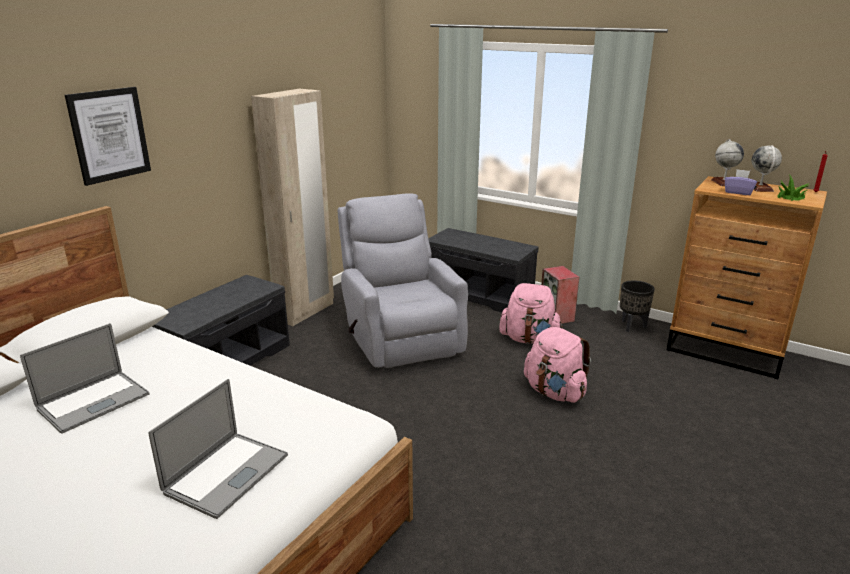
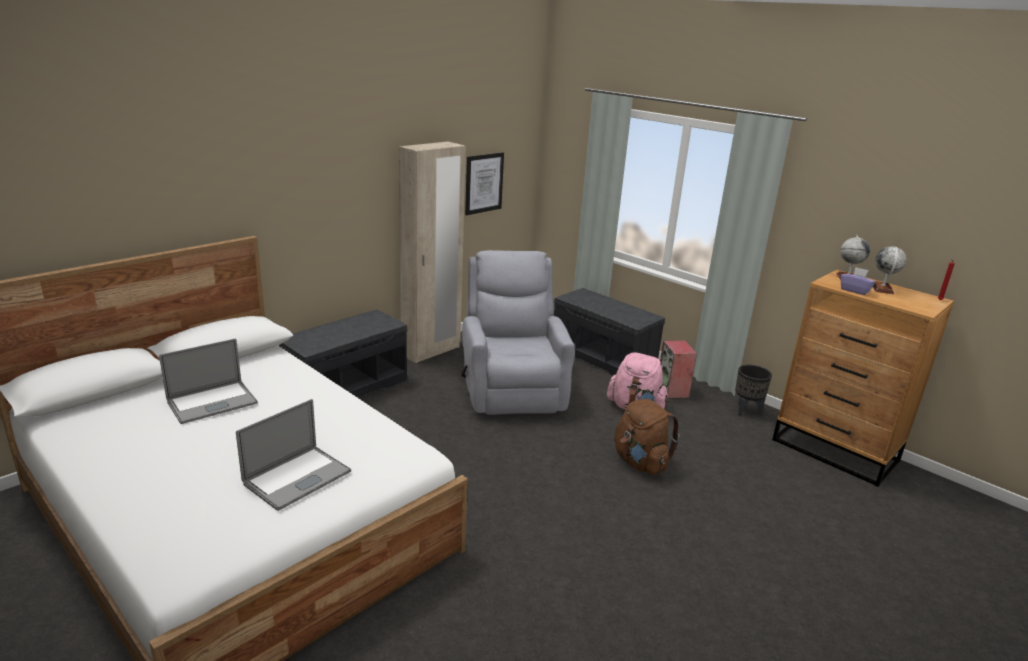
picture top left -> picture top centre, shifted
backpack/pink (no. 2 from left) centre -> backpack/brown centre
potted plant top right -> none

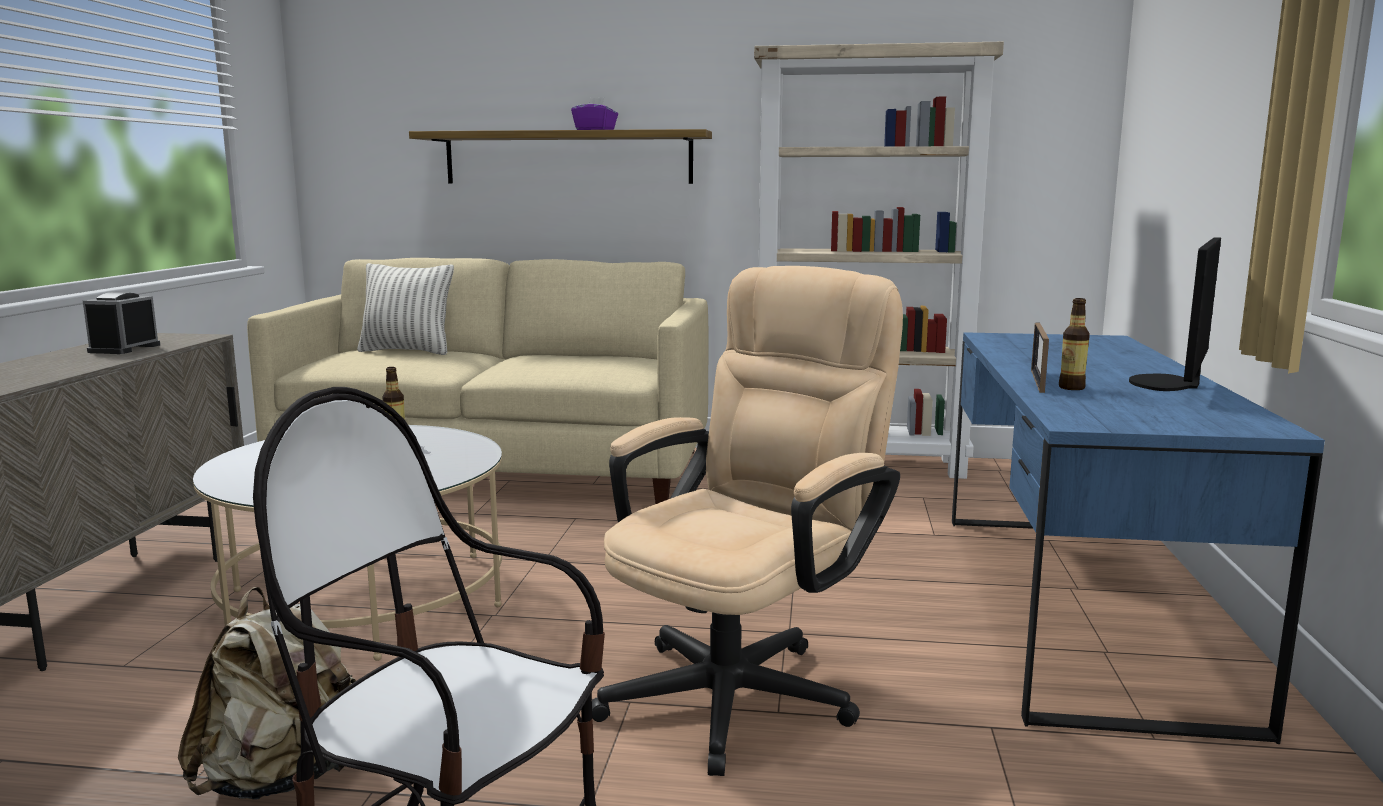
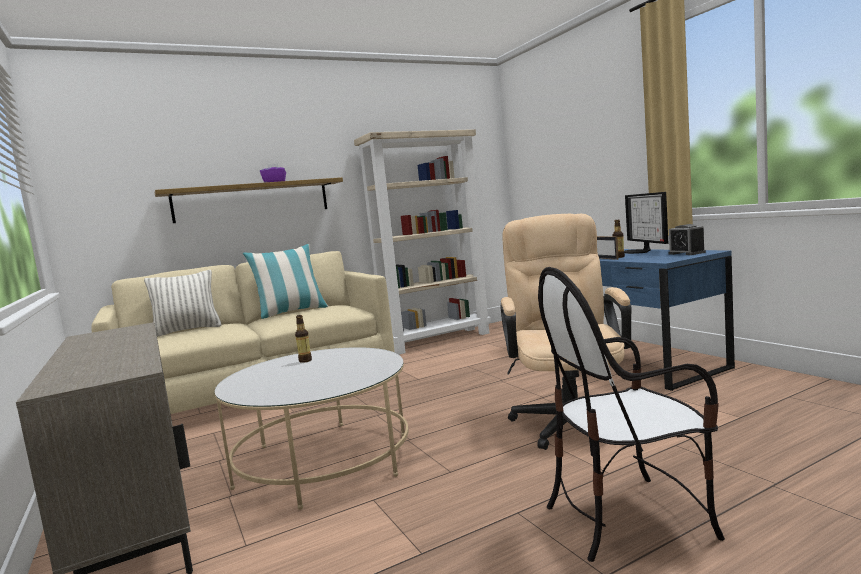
alarm clock middle left -> alarm clock middle right, shifted
backpack/beige bottom left -> none
none -> pillow (no. 2 from left) middle left

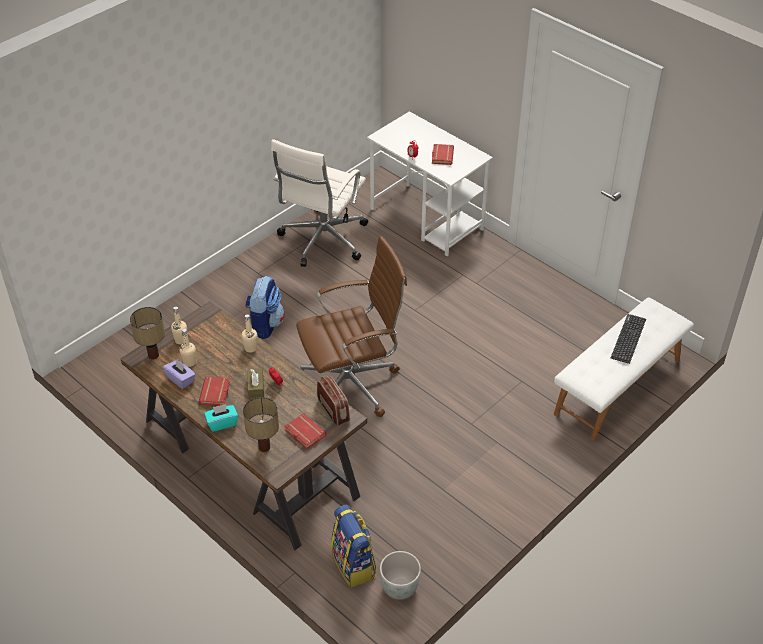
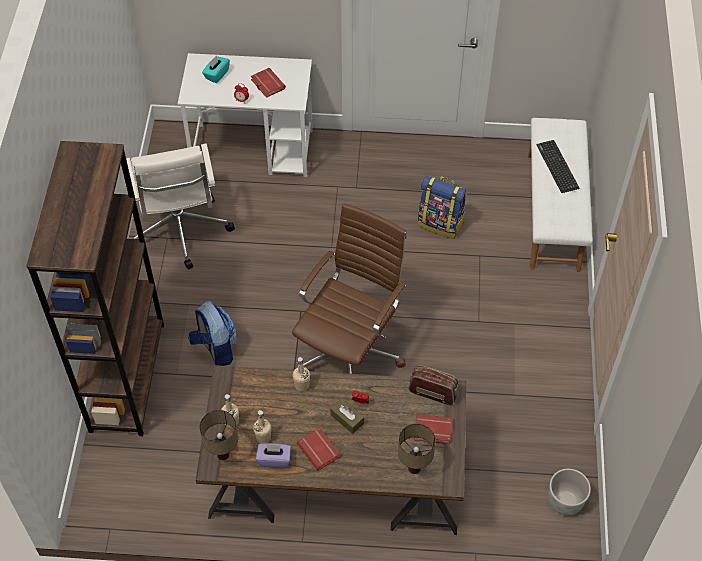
tissue box/turquoise middle left -> tissue box/turquoise top left, shifted
backpack (no. 2 from left) bottom centre -> backpack (no. 2 from left) centre, shifted
none -> bookcase/brown middle left

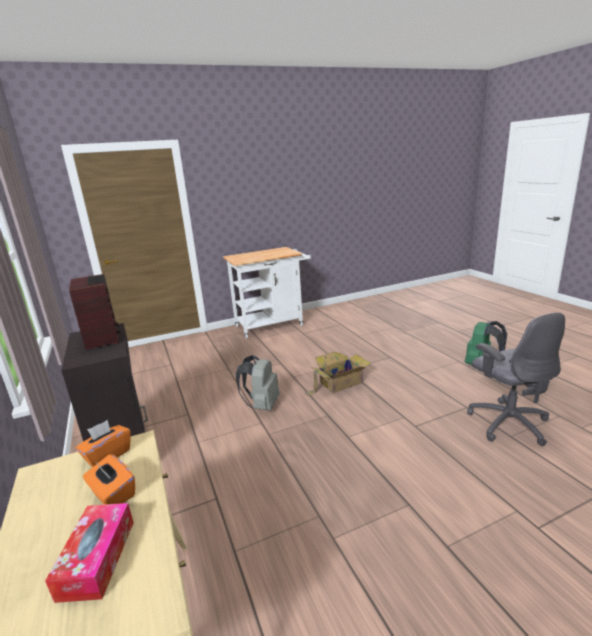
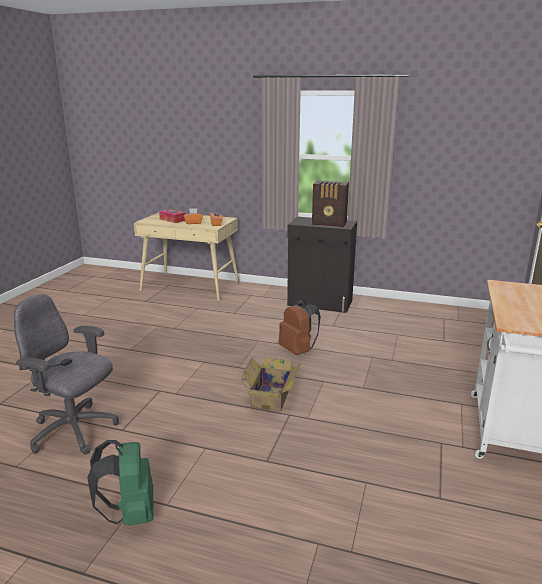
backpack/grey centre -> backpack/brown centre

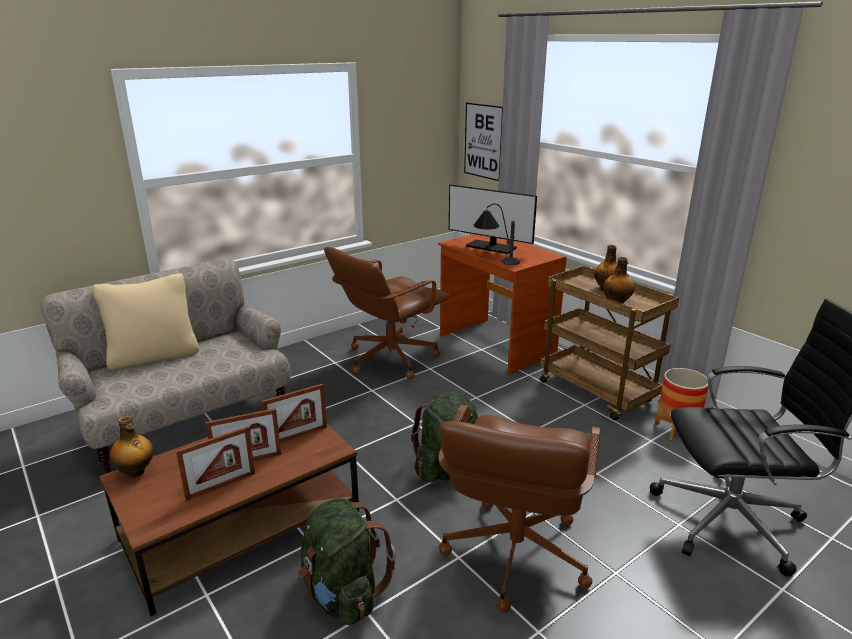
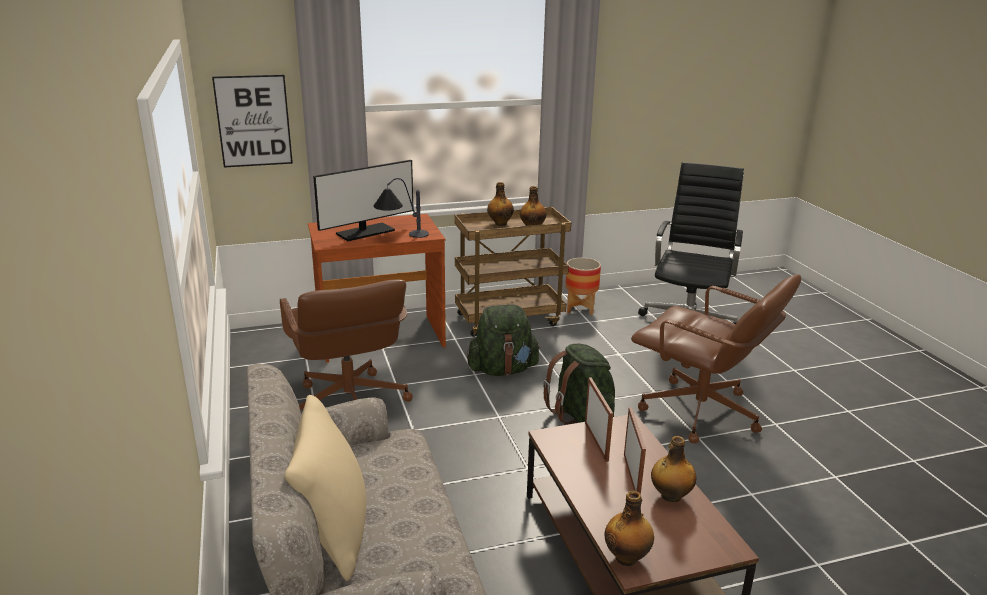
picture frame (no. 1 from left) bottom left -> bottle (no. 4 from left) bottom right
backpack/green (no. 1 from left) bottom centre -> backpack/green (no. 1 from left) centre, shifted

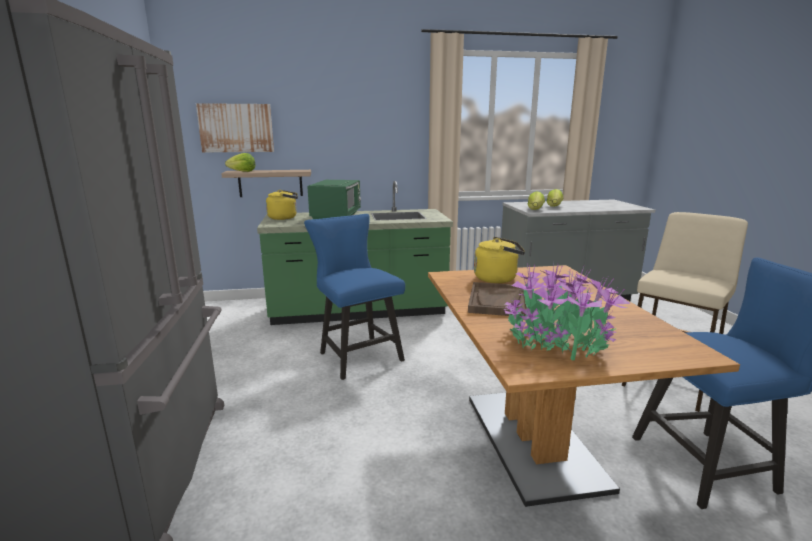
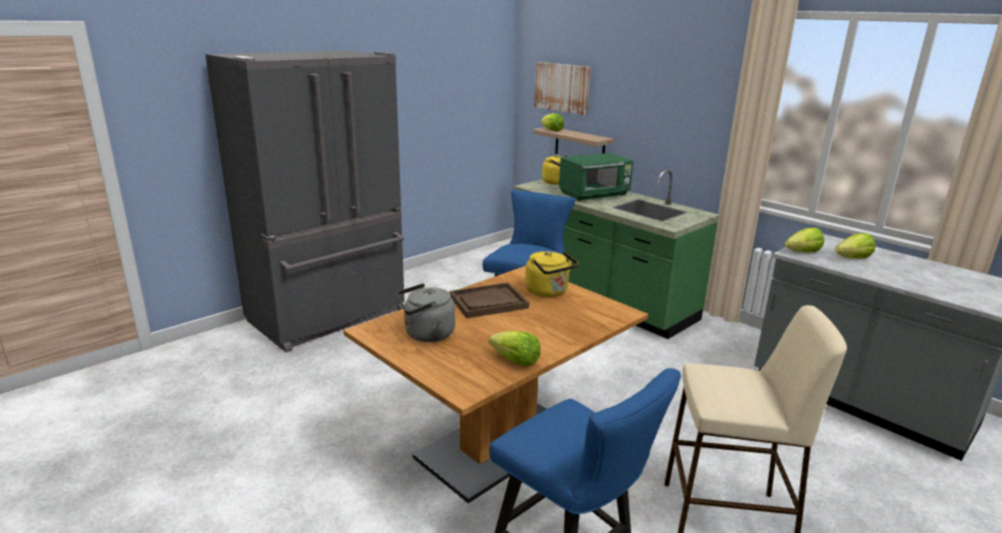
potted plant middle right -> kettle/grey centre
none -> lettuce (no. 1 from left) centre

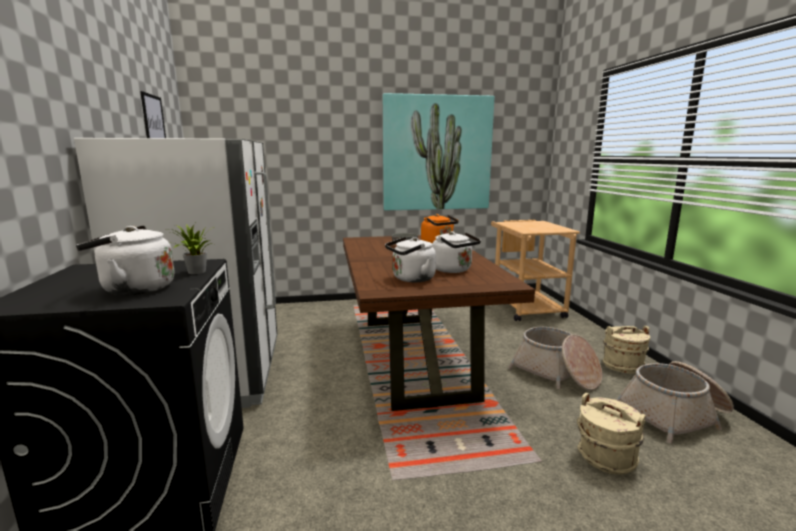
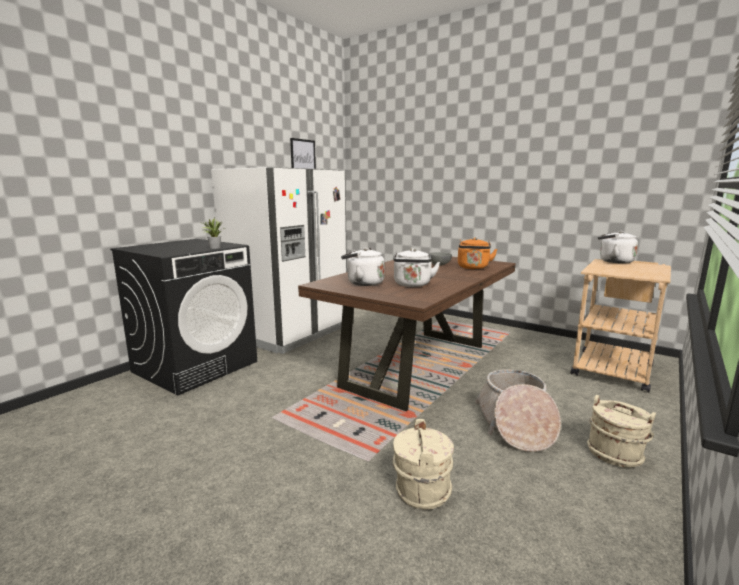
kettle/white (no. 1 from left in the first image) middle left -> kettle/white (no. 3 from left) middle right, shifted
picture (no. 2 from left) top centre -> none
basket (no. 2 from left) bottom right -> none

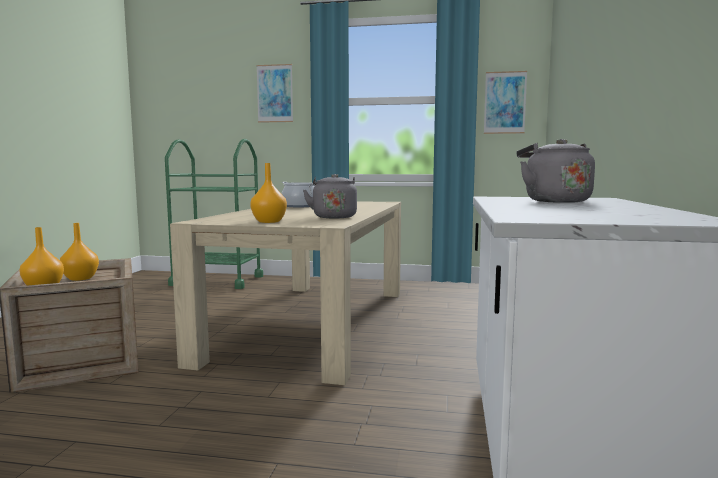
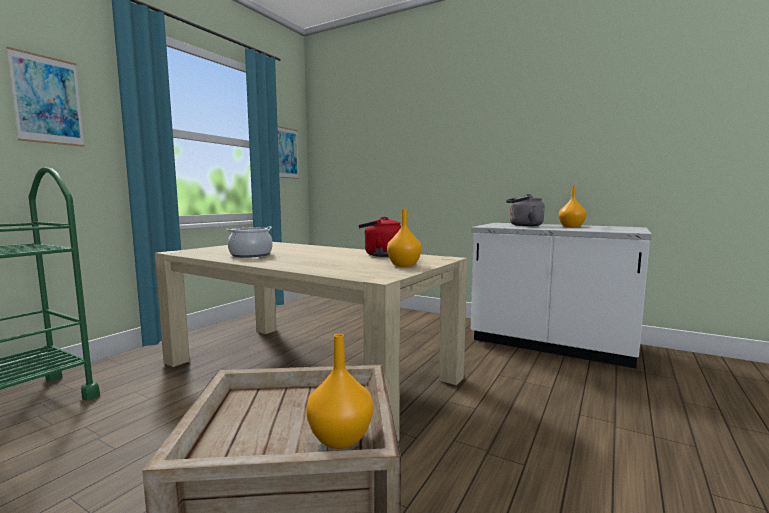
vase/orange (no. 2 from left in the first image) middle left -> vase/orange (no. 3 from left) middle right, shifted
kettle/grey (no. 1 from left) centre -> kettle/red centre

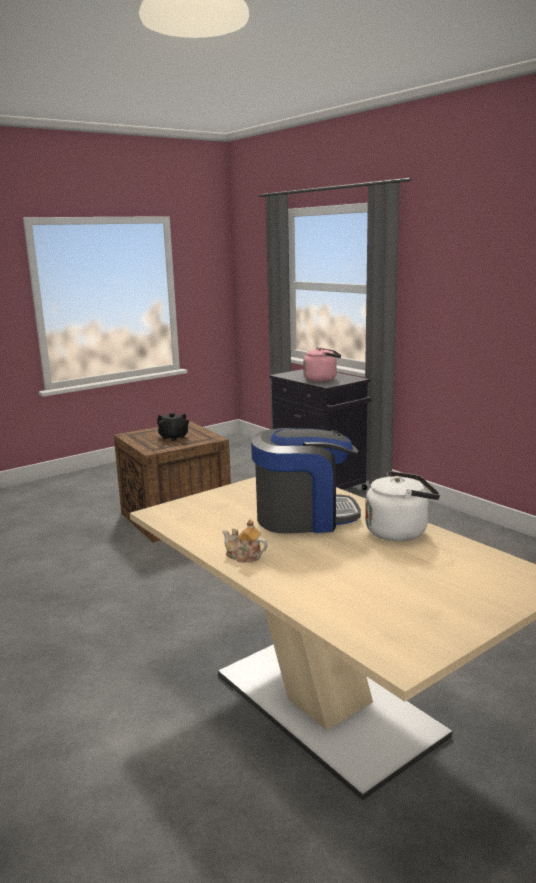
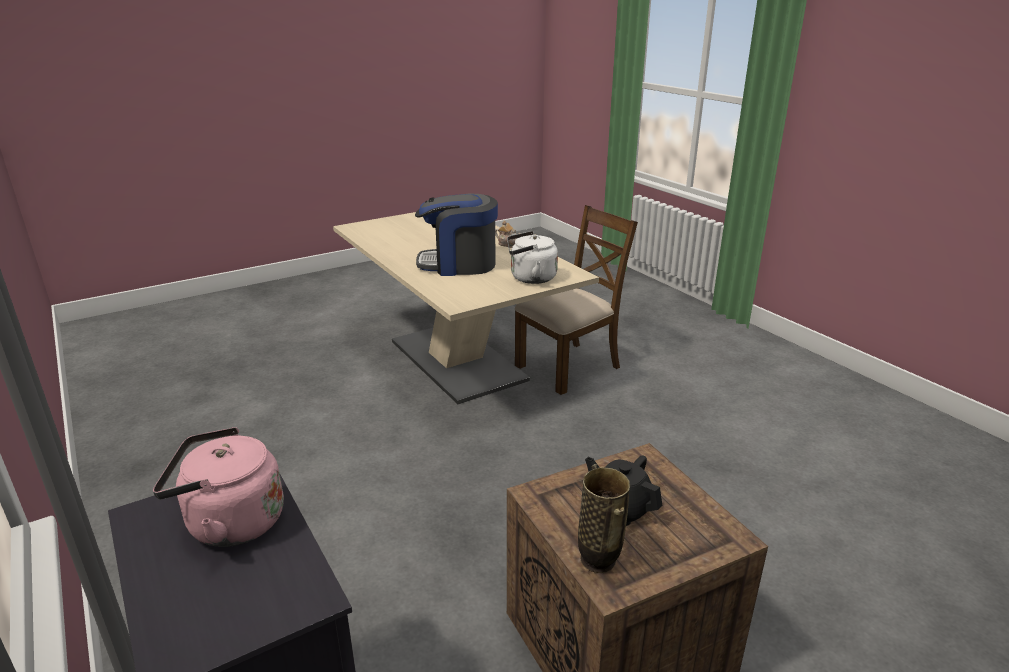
kettle/white middle right -> kettle/white centre, shifted
none -> chair/brown centre
none -> vase bottom centre

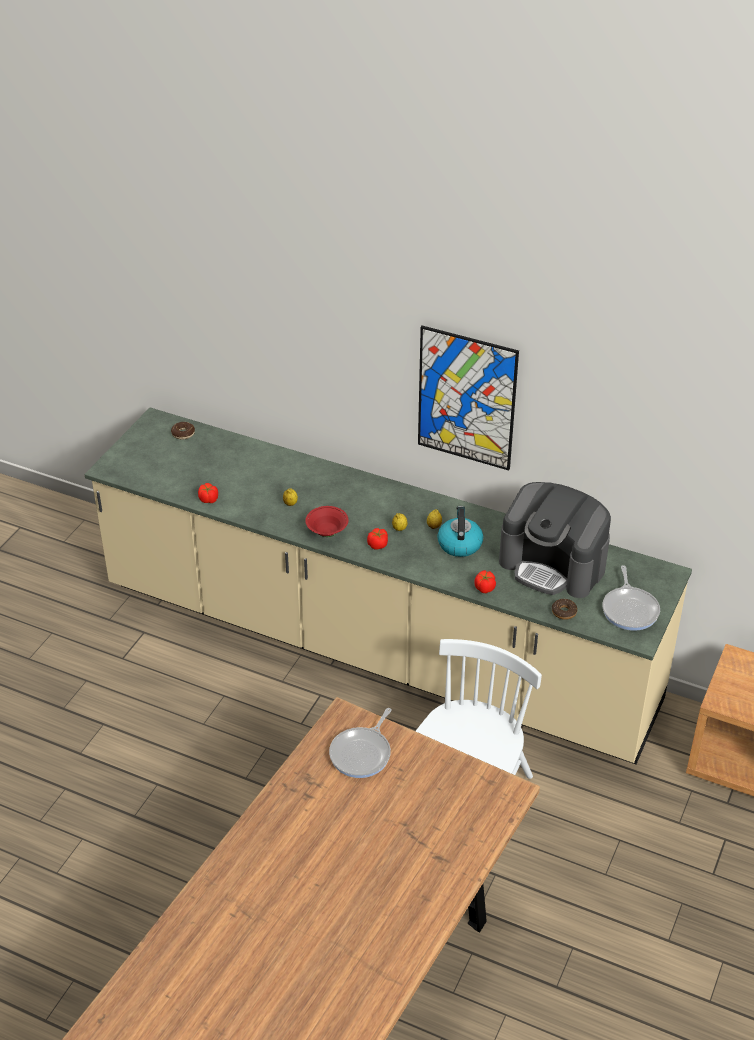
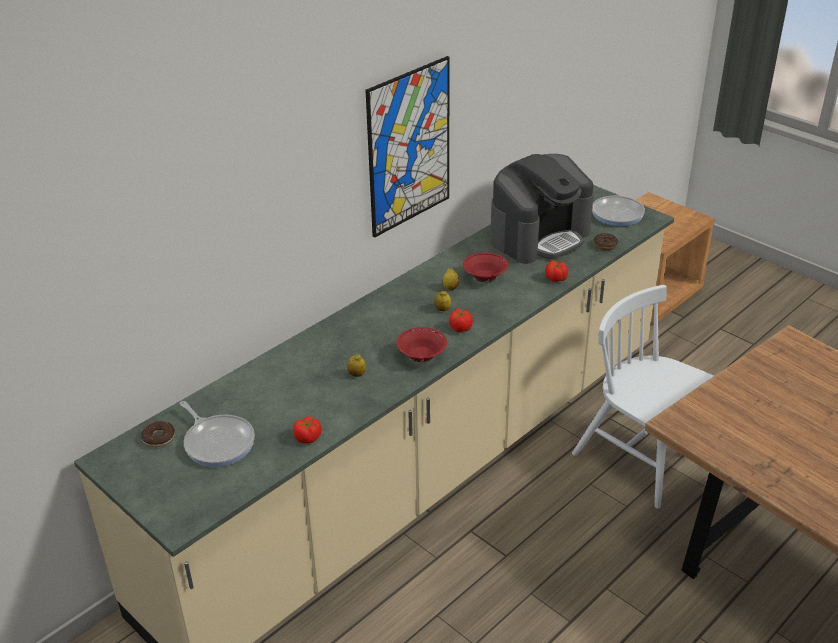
frying pan (no. 1 from left) bottom centre -> frying pan (no. 1 from left) bottom left, shifted
kettle centre -> bowl/red (no. 2 from left) centre

